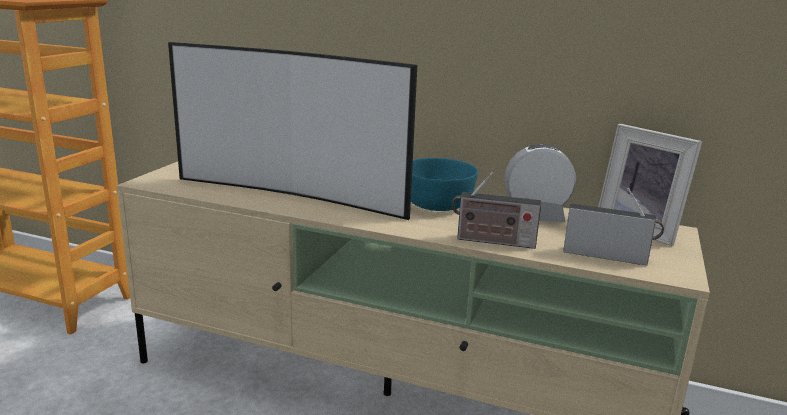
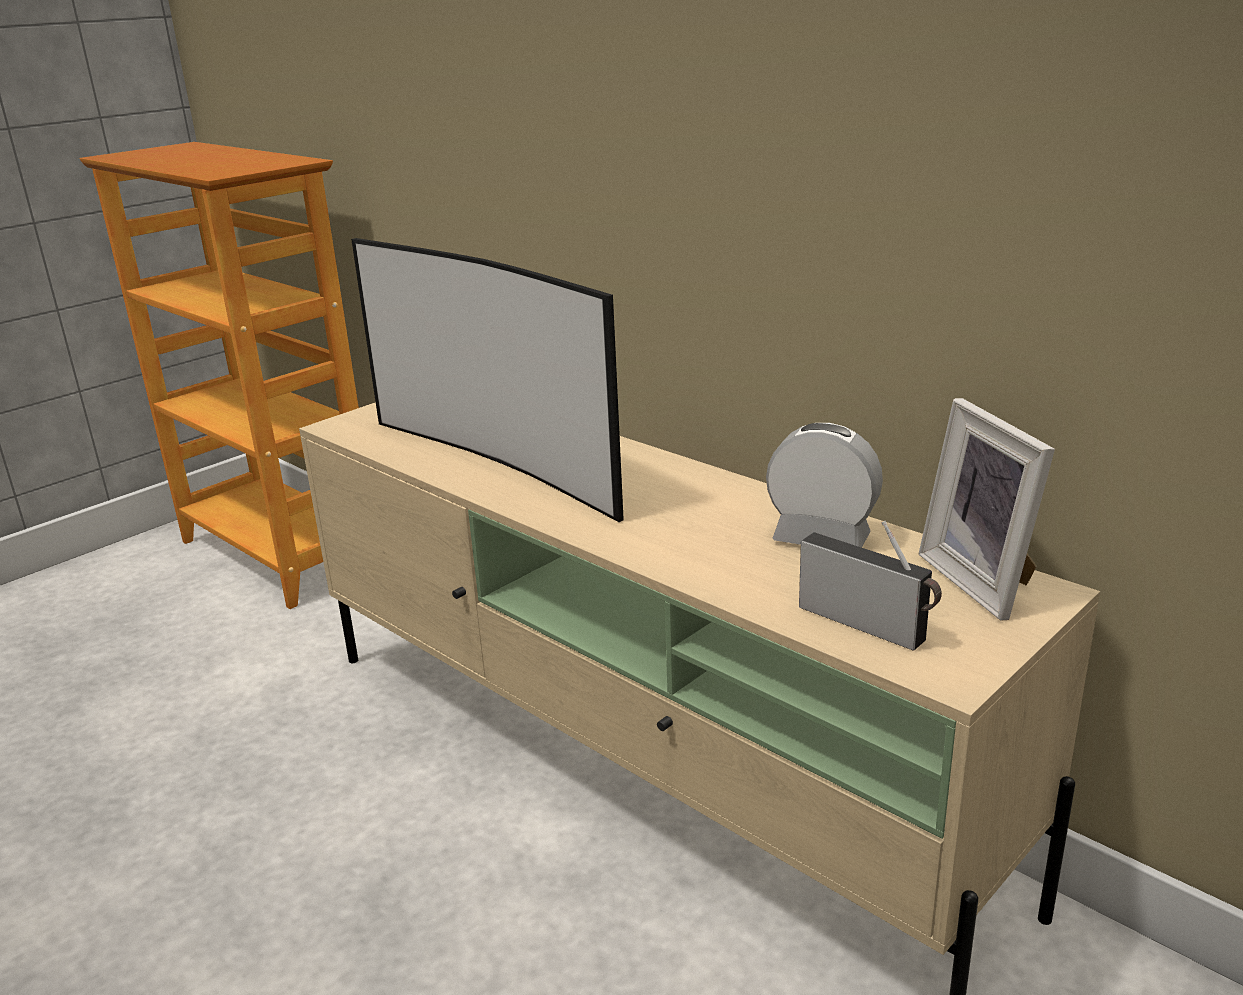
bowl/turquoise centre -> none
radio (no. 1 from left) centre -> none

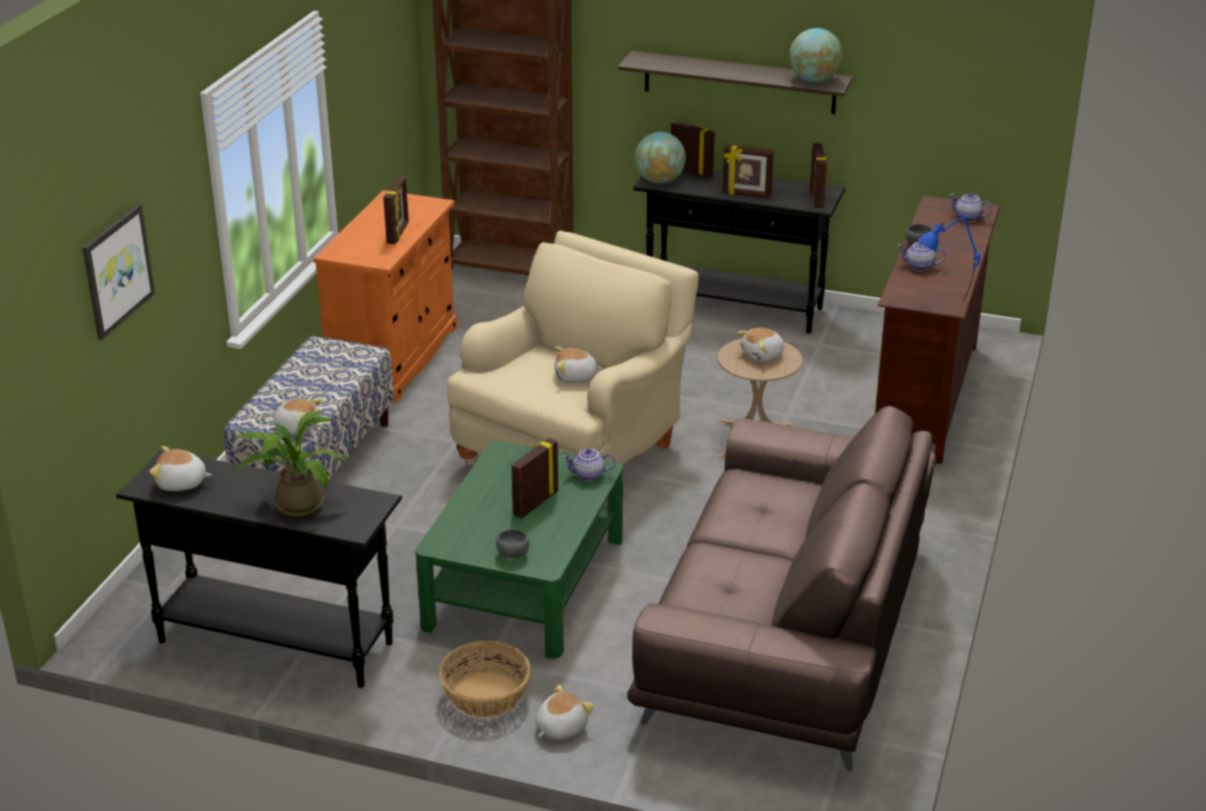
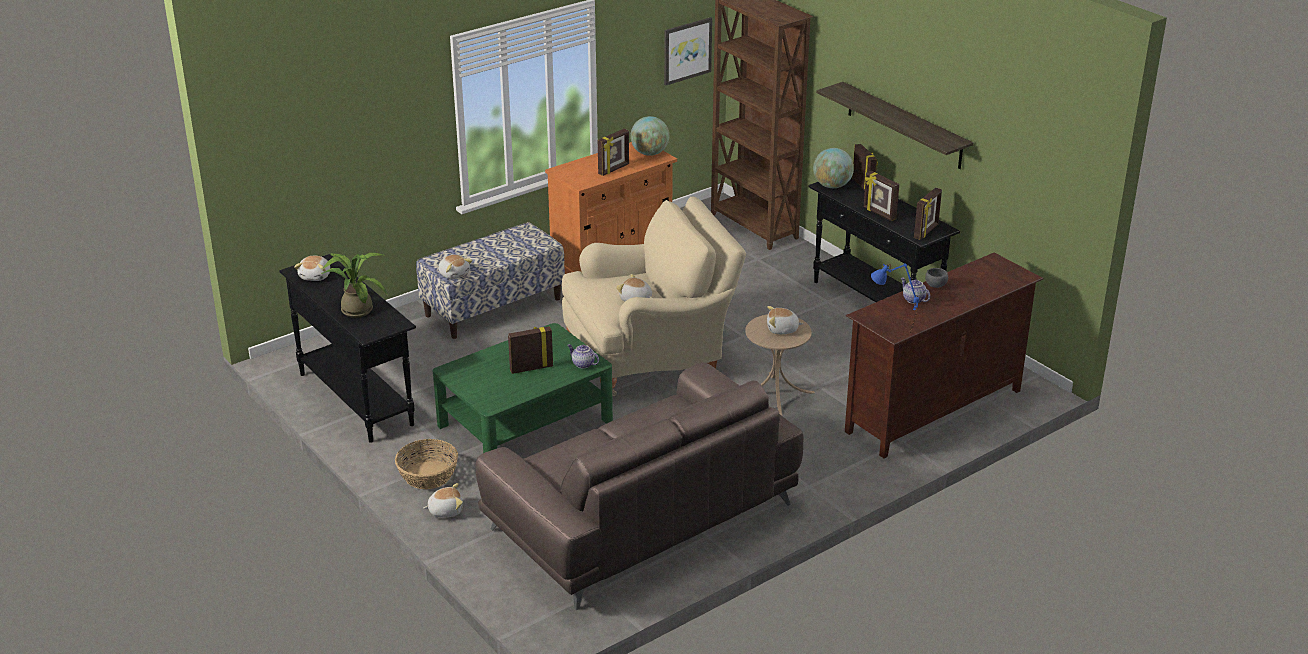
picture middle left -> picture top centre, shifted
plush toy (no. 1 from left) middle left, 120 degrees counterclockwise
bowl/grey (no. 1 from left) bottom centre -> none
globe (no. 2 from left in the first image) top right -> globe (no. 1 from left) top centre, shifted
teapot (no. 3 from left) top right -> none

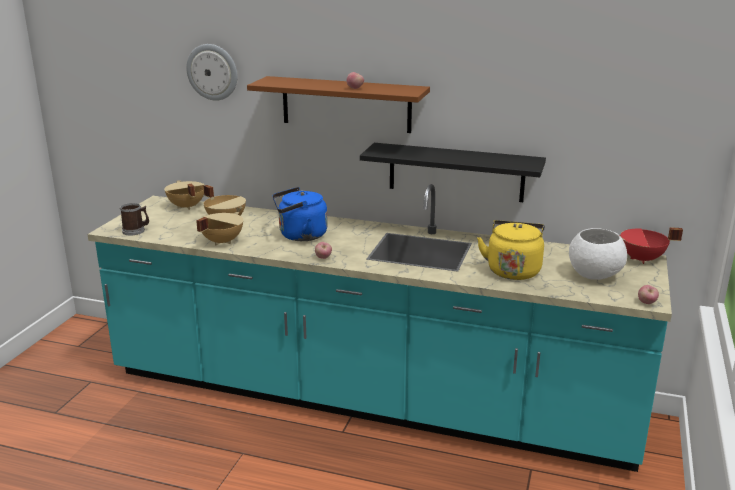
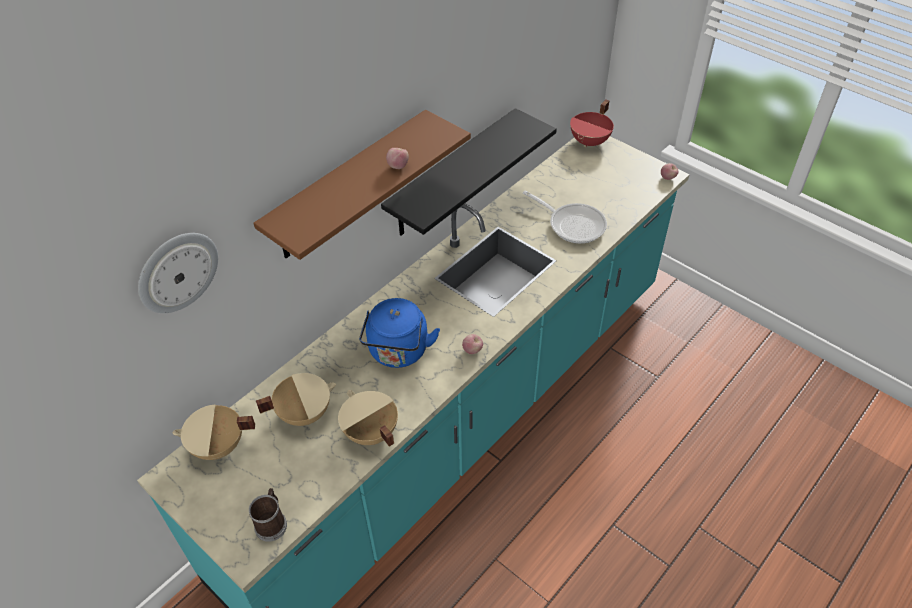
kettle/yellow middle right -> frying pan centre
bowl/white middle right -> none

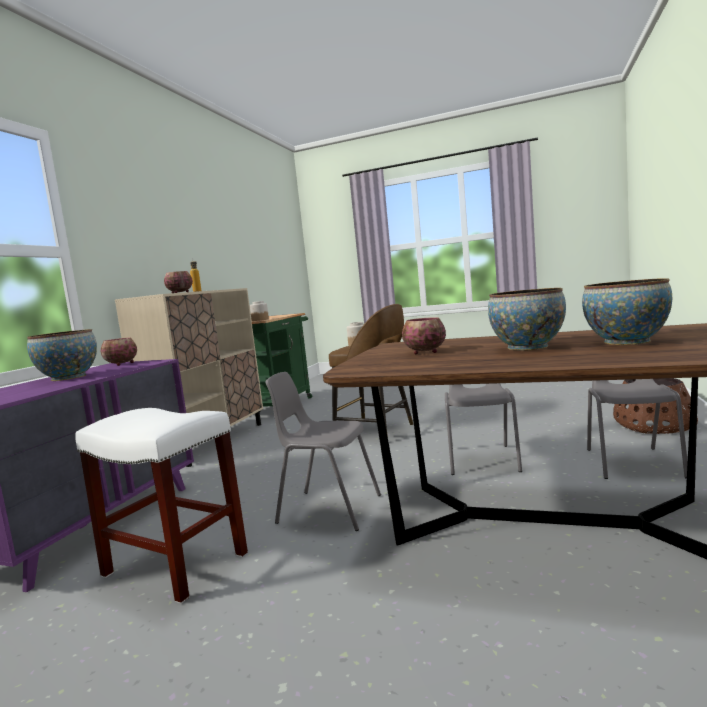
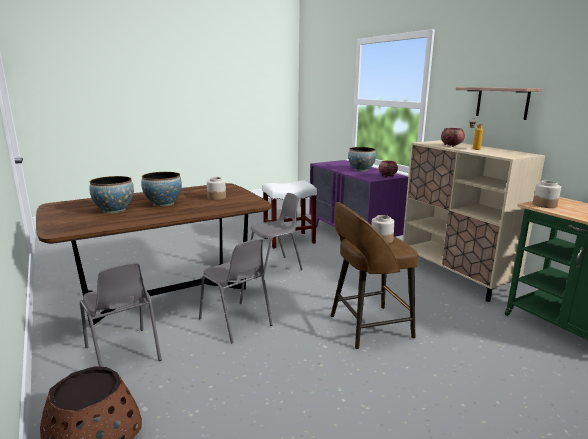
bowl (no. 4 from left) centre -> jar (no. 1 from left) centre
none -> shelf top right

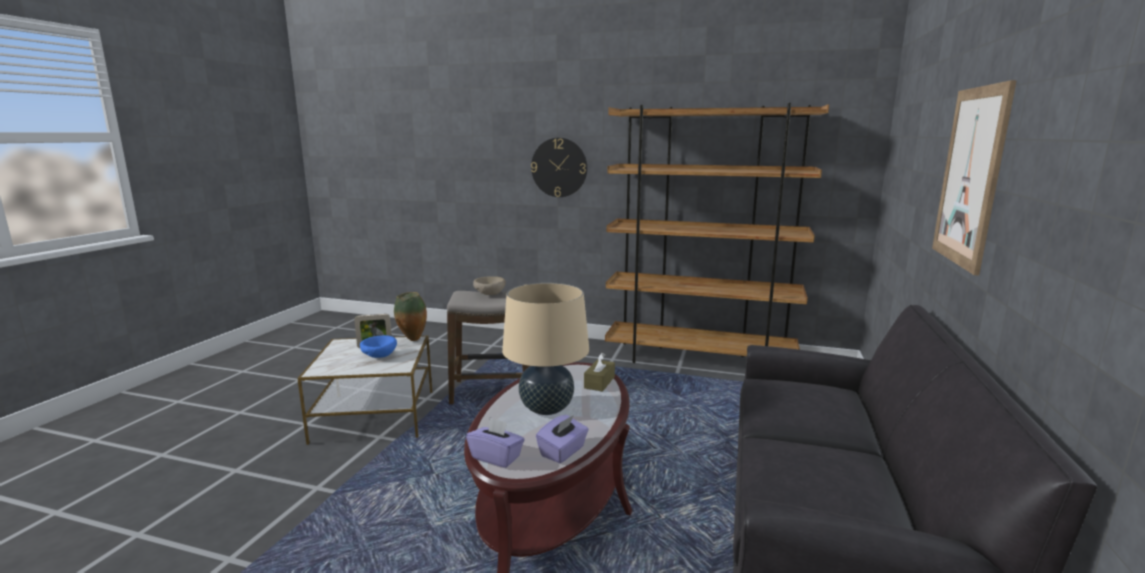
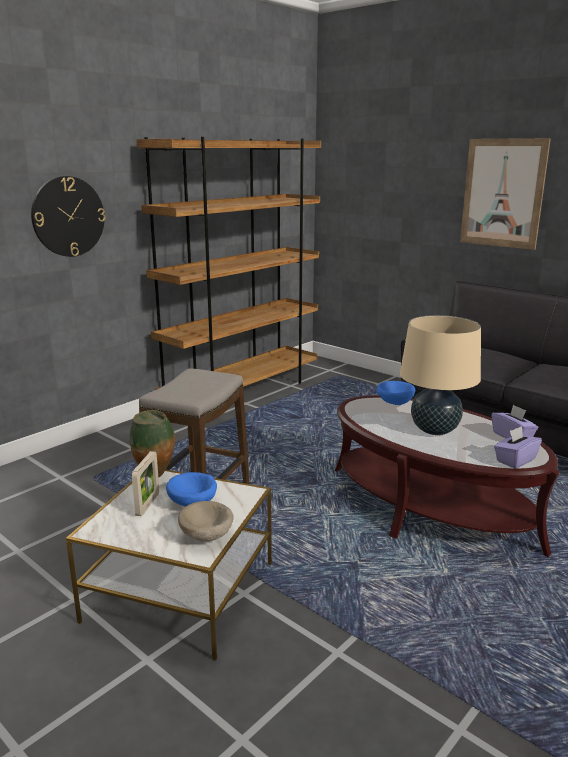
bowl/beige centre -> bowl/beige bottom centre, shifted
tissue box/brown centre -> bowl/blue (no. 2 from left) middle right

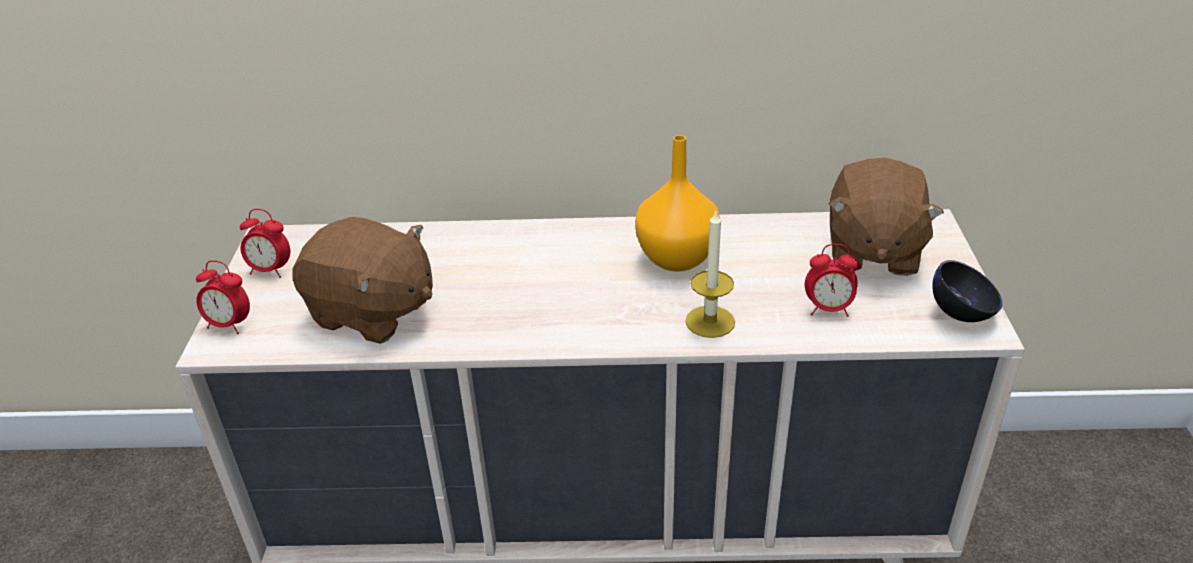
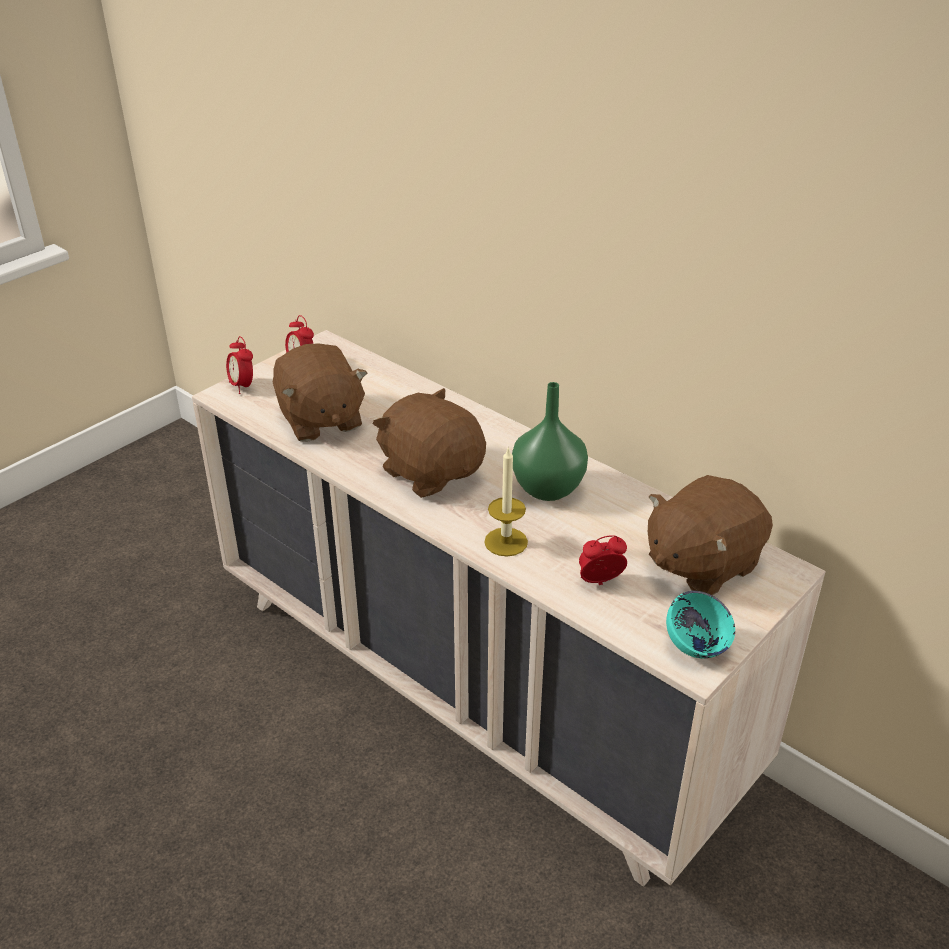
vase/orange centre -> vase/green centre
alarm clock (no. 3 from left) middle right -> alarm clock (no. 3 from left) centre, 120 degrees clockwise
bowl/black middle right -> bowl/turquoise middle right
none -> plush toy/brown (no. 2 from left) centre

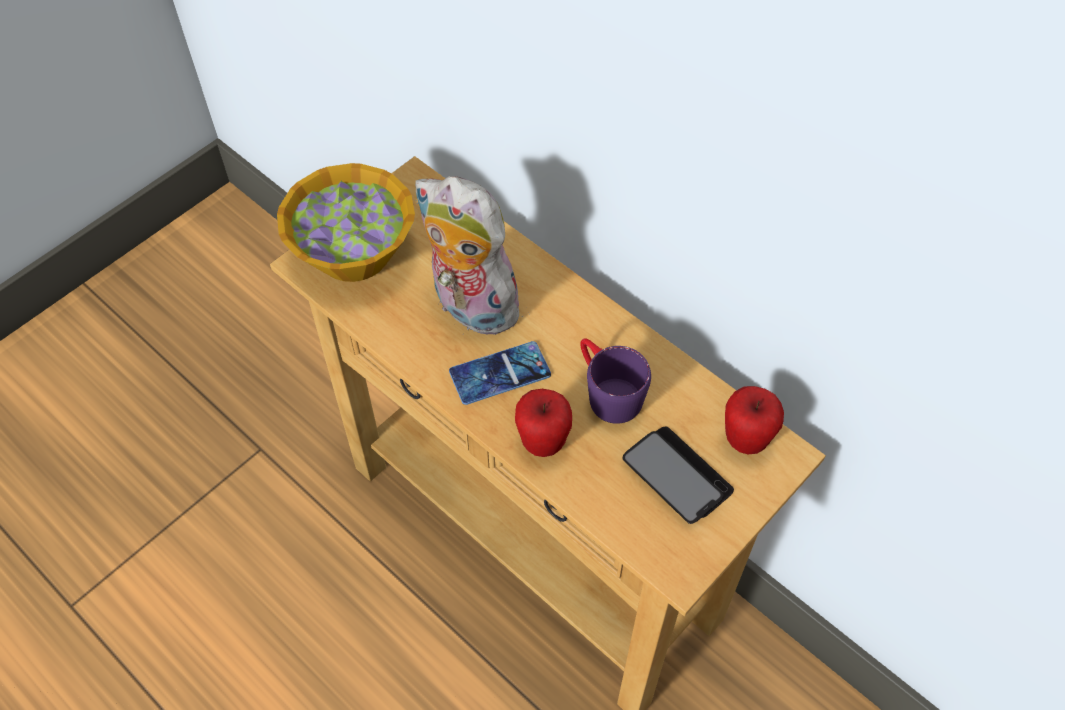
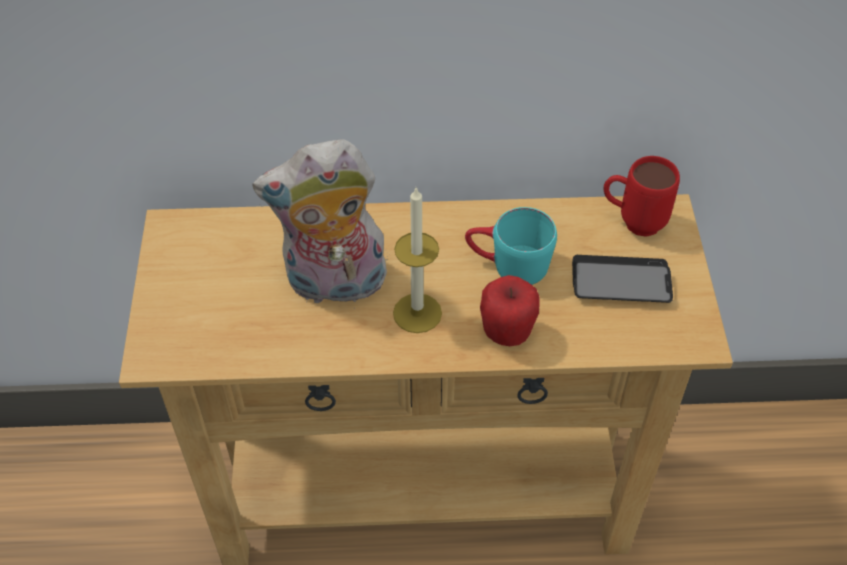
bowl top left -> none
phone (no. 1 from left) centre -> candle centre
mug/purple centre -> mug/turquoise centre
apple (no. 2 from left) middle right -> mug/red middle right

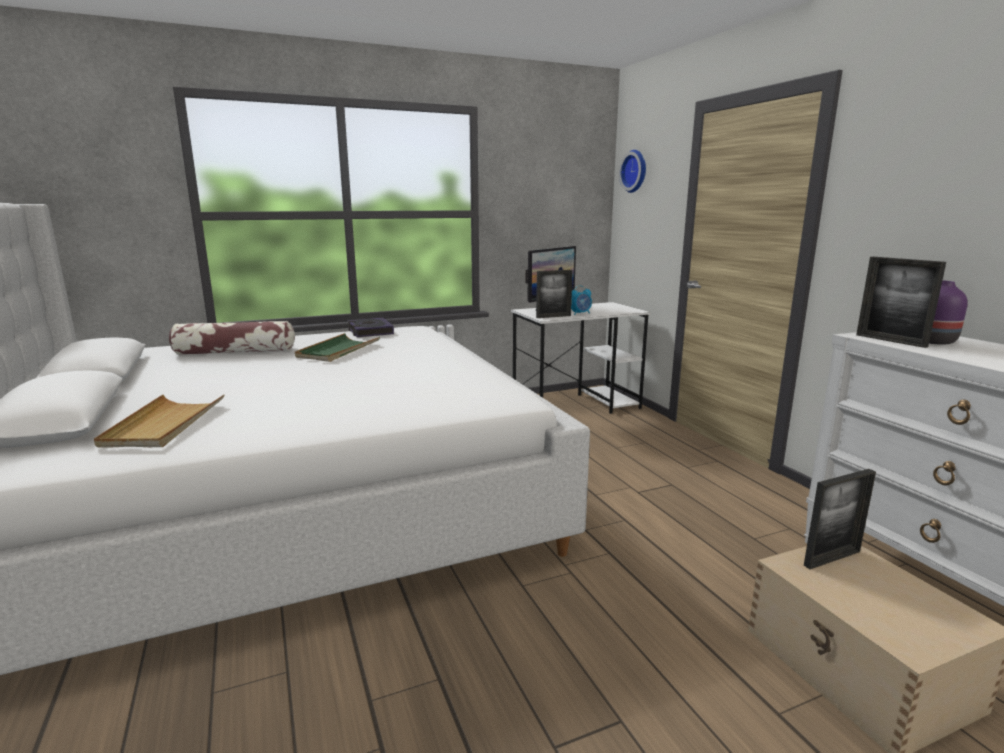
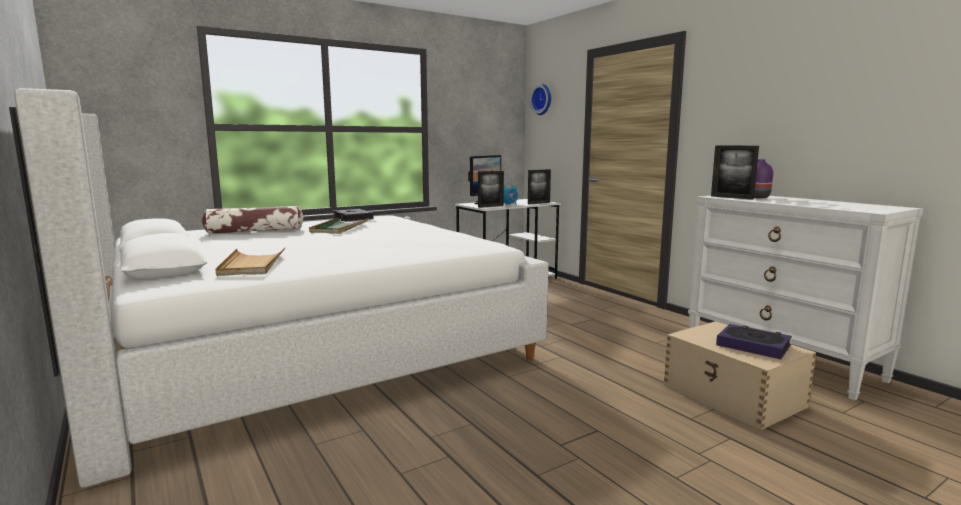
picture frame (no. 2 from left) bottom right -> picture frame (no. 2 from left) centre, shifted
none -> book (no. 2 from left) bottom right

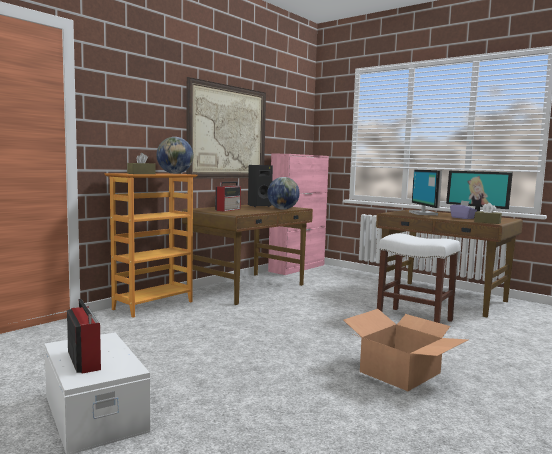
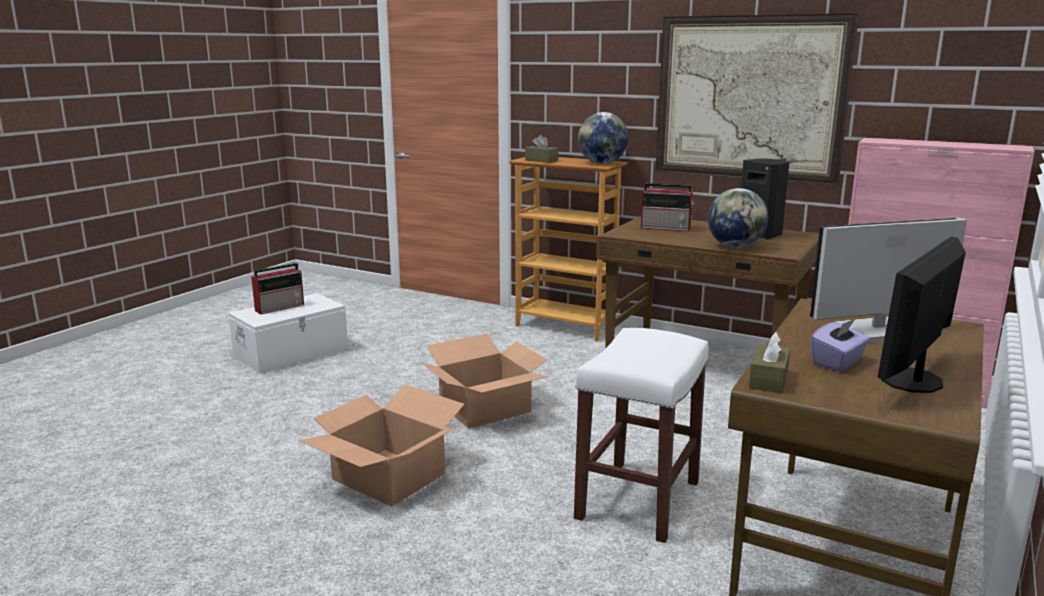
none -> cardboard box (no. 2 from left) centre

